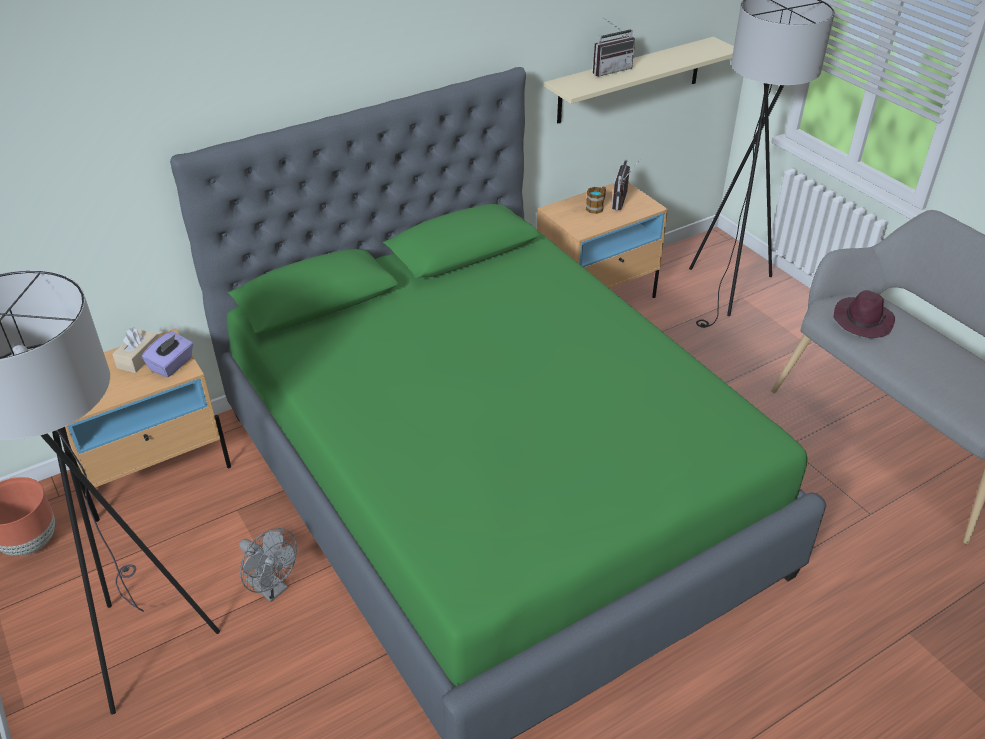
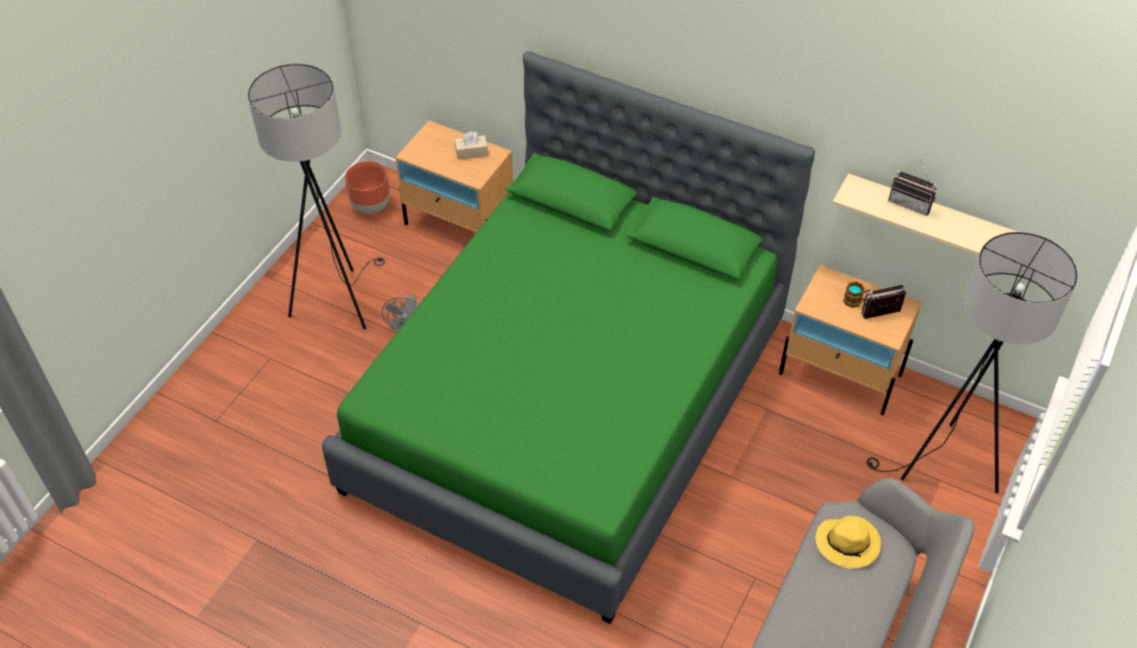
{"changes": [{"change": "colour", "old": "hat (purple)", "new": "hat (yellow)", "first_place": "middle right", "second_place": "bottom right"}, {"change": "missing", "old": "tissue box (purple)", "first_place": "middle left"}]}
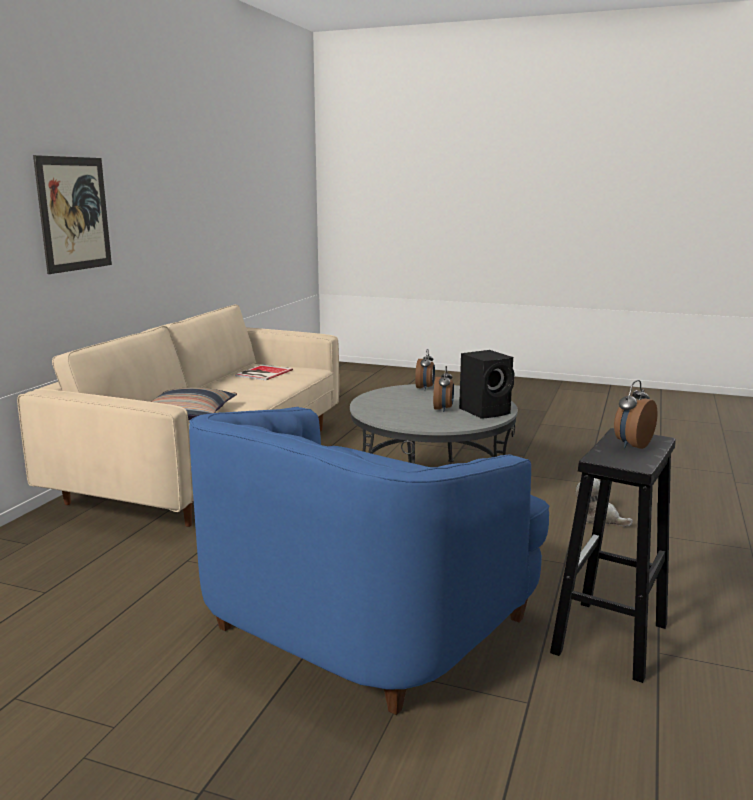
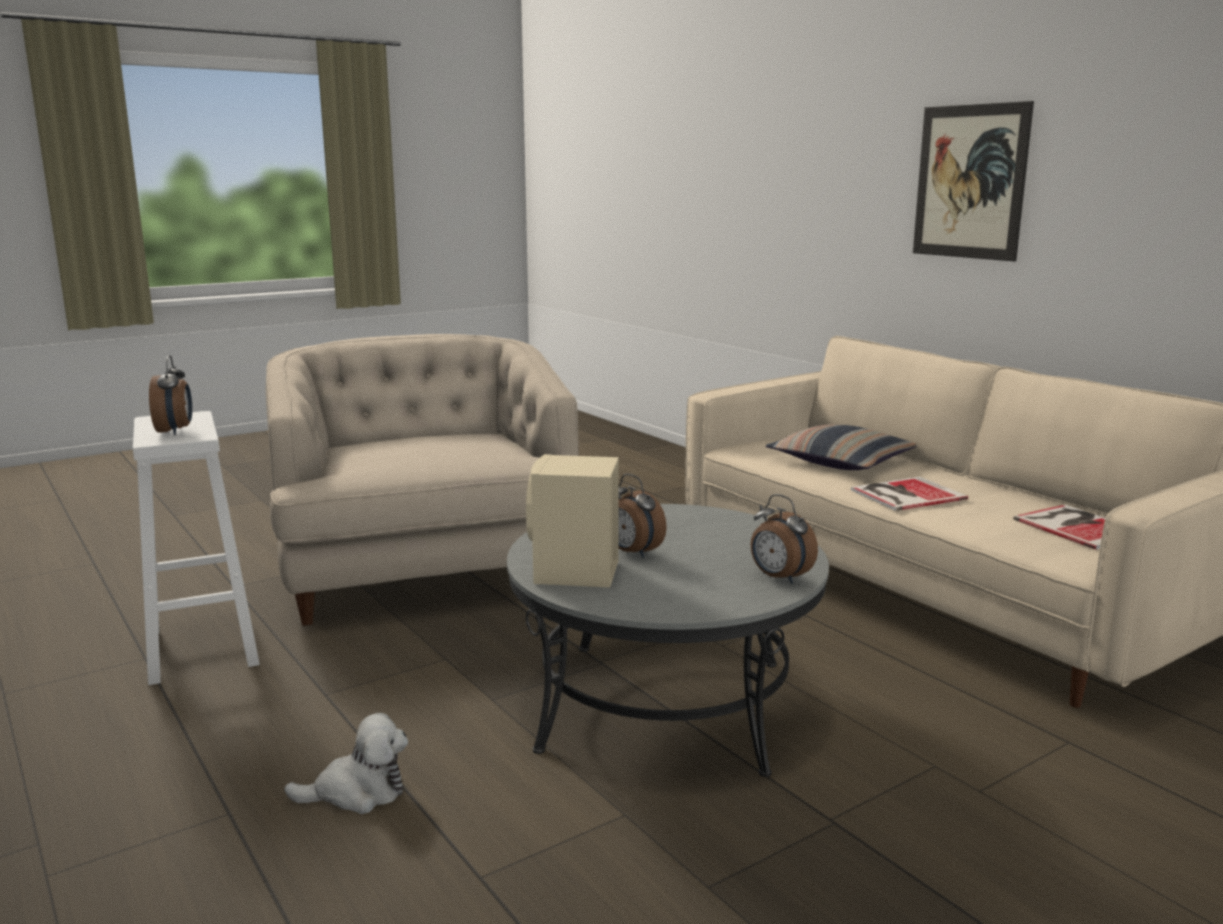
{"changes": [{"change": "colour", "old": "speaker (black)", "new": "speaker (beige)", "first_place": "centre", "second_place": "centre"}, {"change": "colour", "old": "armchair (blue)", "new": "armchair (beige)", "first_place": "bottom centre", "second_place": "centre"}, {"change": "colour", "old": "stool (black)", "new": "stool (white)", "first_place": "bottom right", "second_place": "middle left"}, {"change": "appeared", "new": "book (no. 1 from left)", "second_place": "middle right"}]}
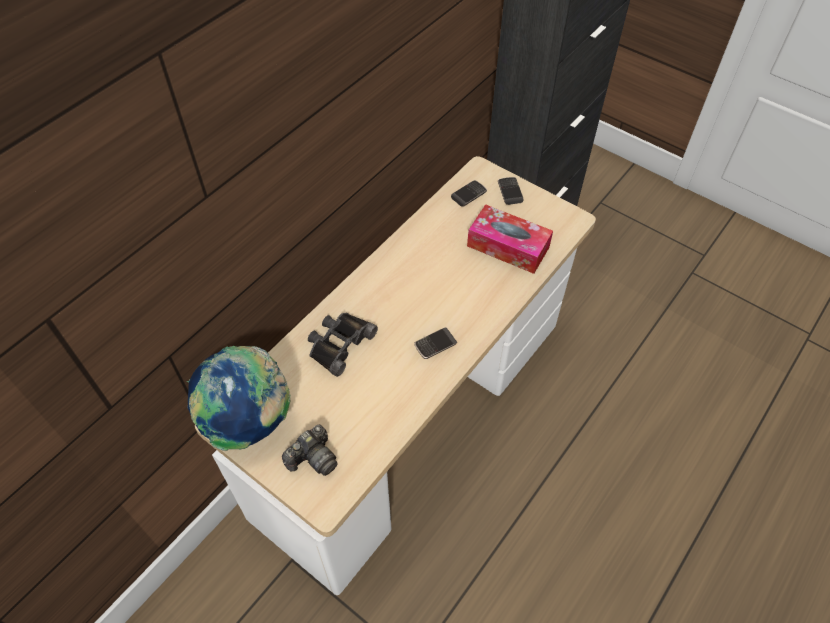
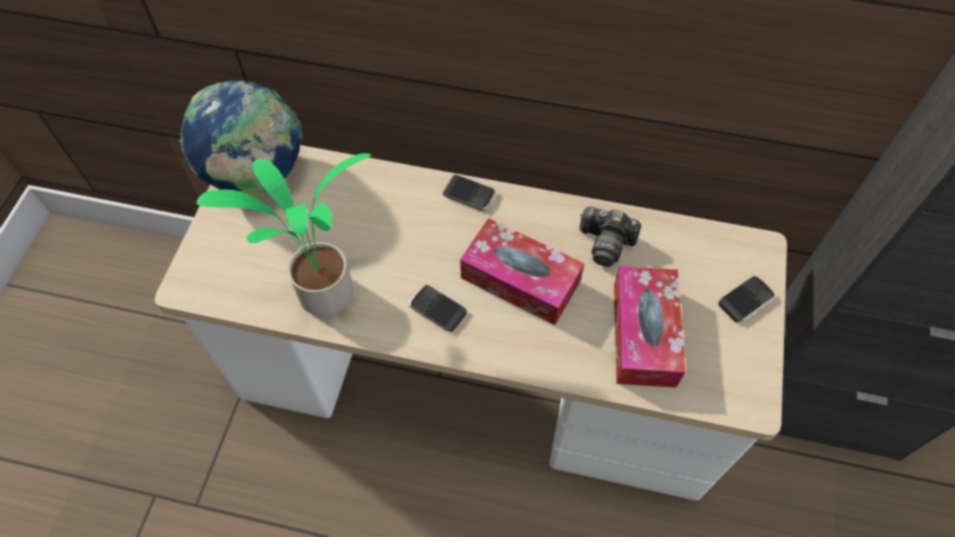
{"changes": [{"change": "relocated", "old": "phone (no. 2 from left)", "first_place": "top centre", "second_place": "centre"}, {"change": "missing", "old": "binoculars (black)", "first_place": "centre"}, {"change": "relocated", "old": "photo camera", "first_place": "bottom centre", "second_place": "centre"}, {"change": "appeared", "new": "potted plant", "second_place": "middle left"}, {"change": "appeared", "new": "tissue box (no. 1 from left)", "second_place": "centre"}]}
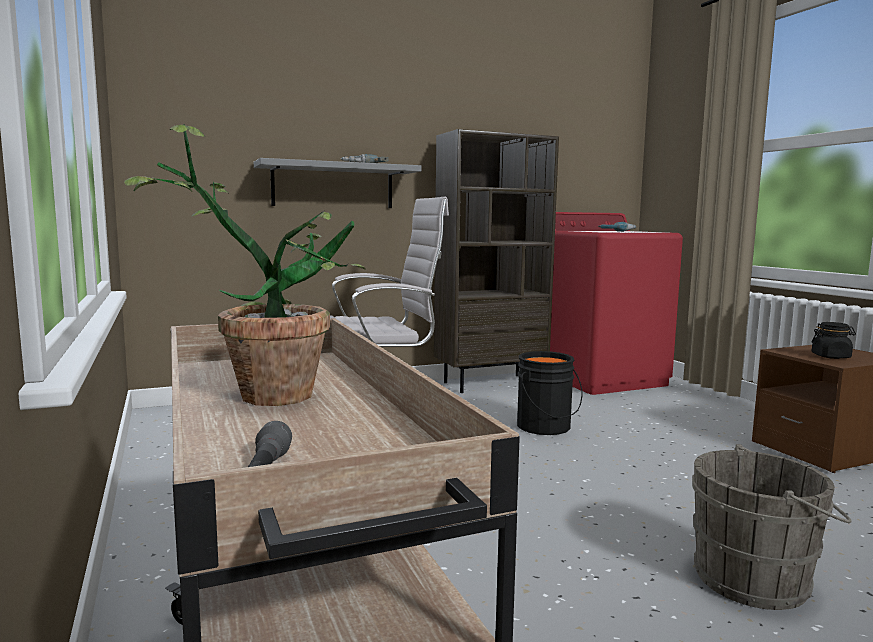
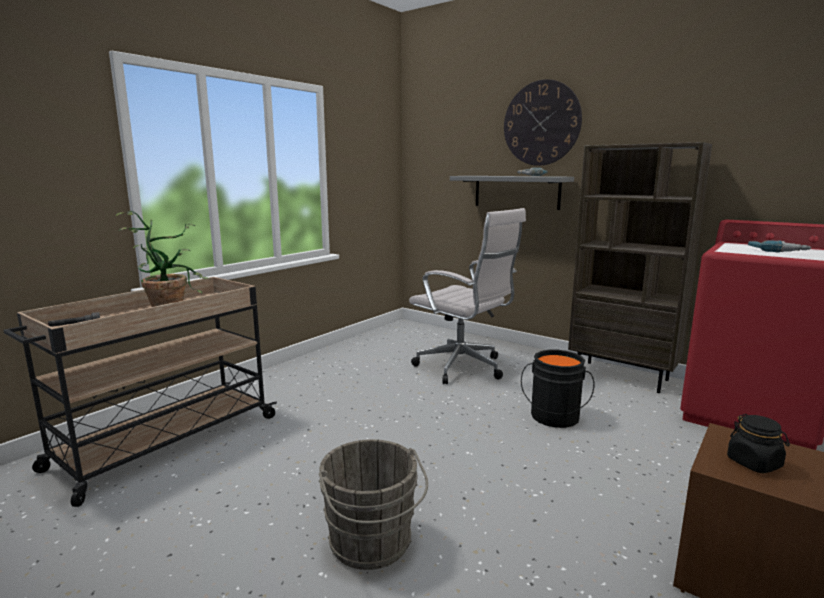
{"changes": [{"change": "appeared", "new": "wall clock", "second_place": "top centre"}]}
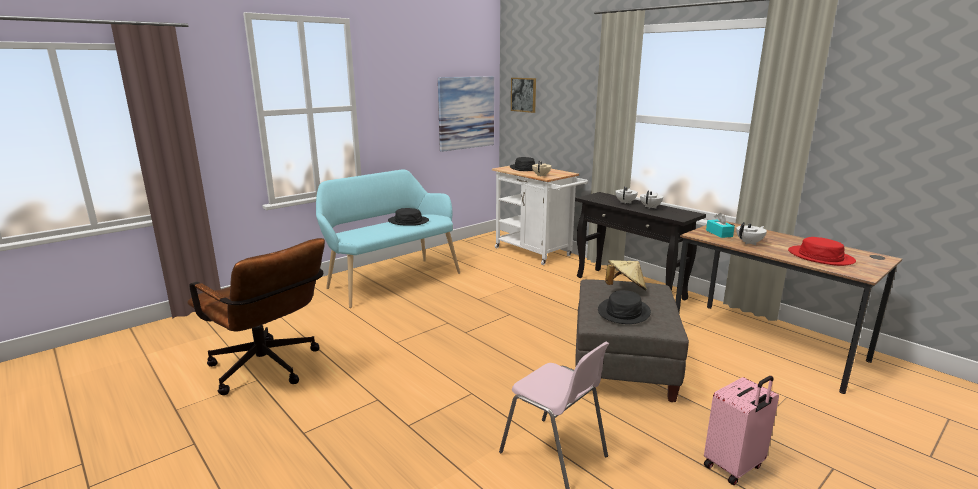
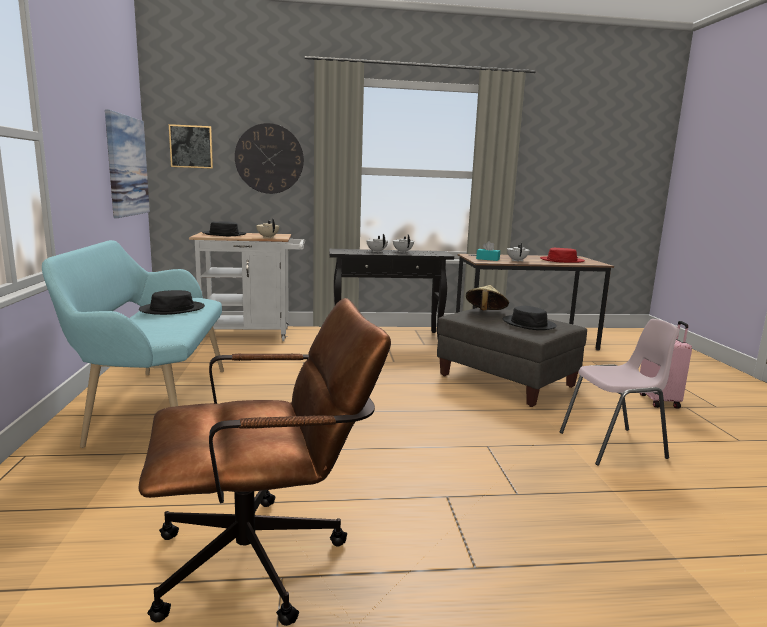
{"changes": [{"change": "appeared", "new": "wall clock", "second_place": "top centre"}]}
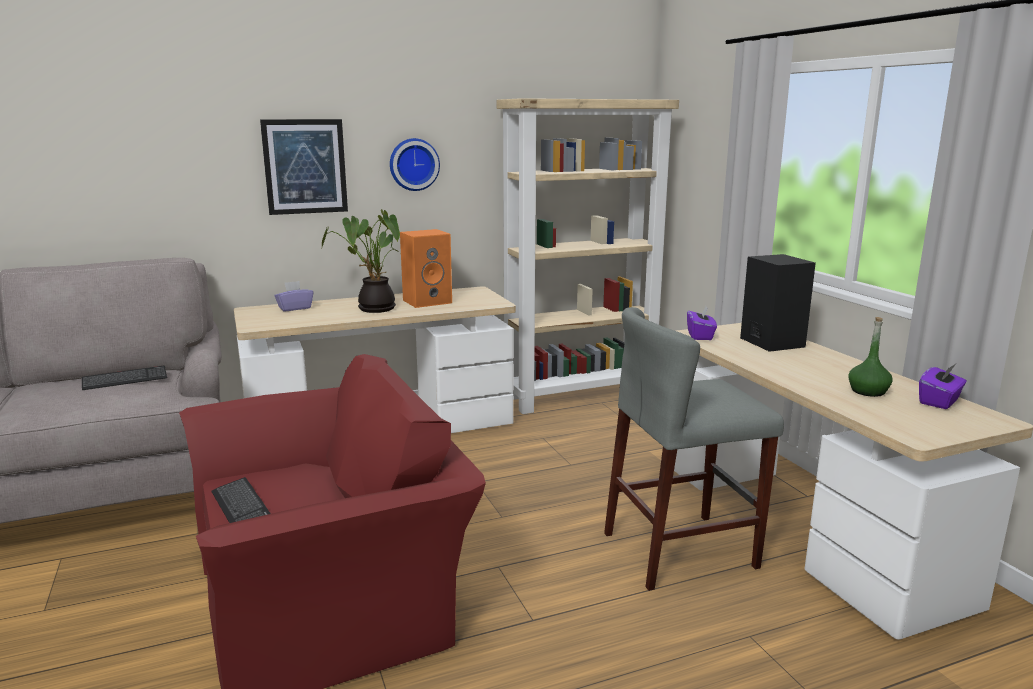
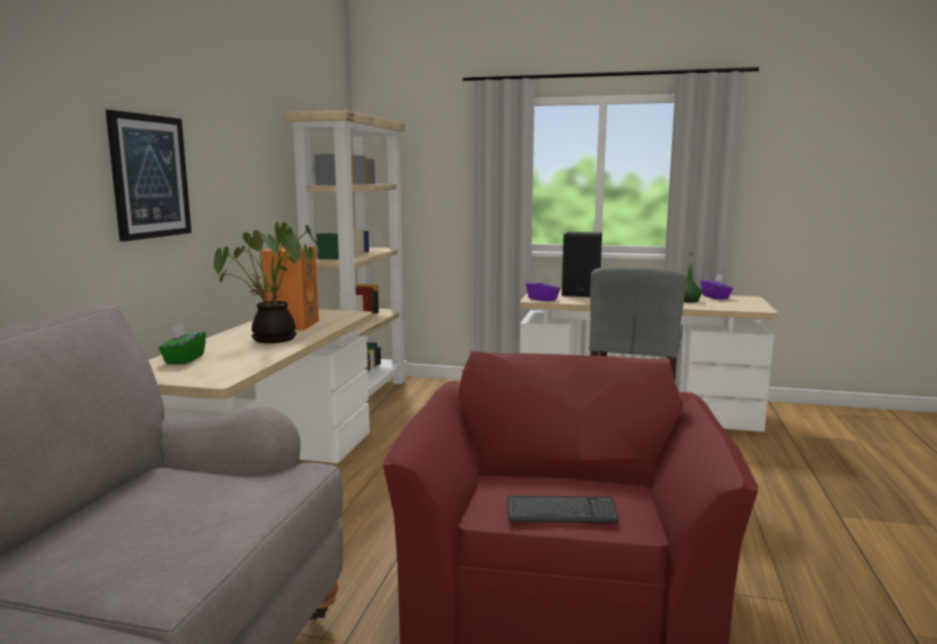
{"changes": [{"change": "missing", "old": "wall clock", "first_place": "top centre"}, {"change": "colour", "old": "tissue box (purple) (no. 1 from left)", "new": "tissue box (green)", "first_place": "middle left", "second_place": "middle left"}, {"change": "missing", "old": "keyboard (no. 1 from left)", "first_place": "middle left"}]}
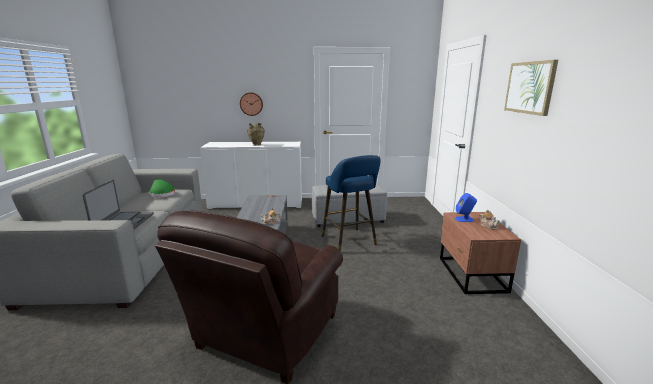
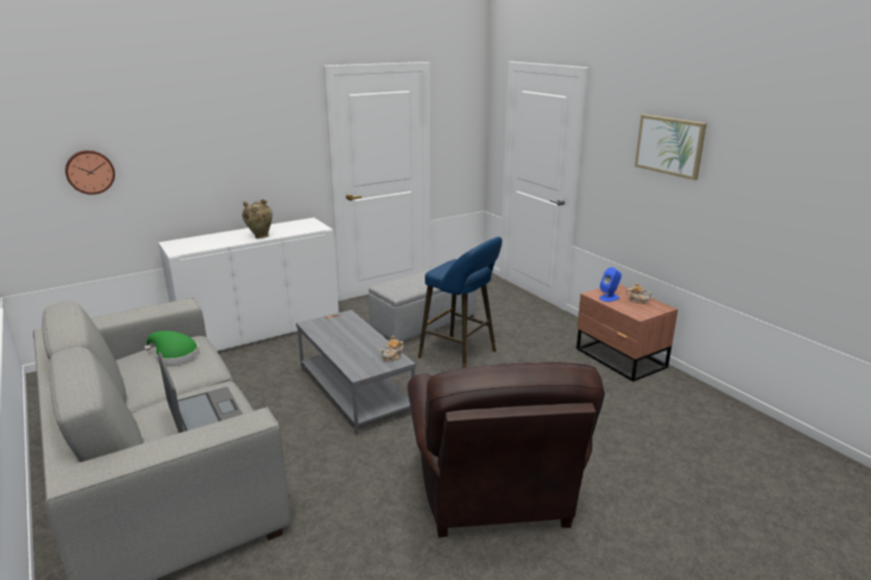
{"changes": [{"change": "relocated", "old": "wall clock", "first_place": "top centre", "second_place": "top left"}]}
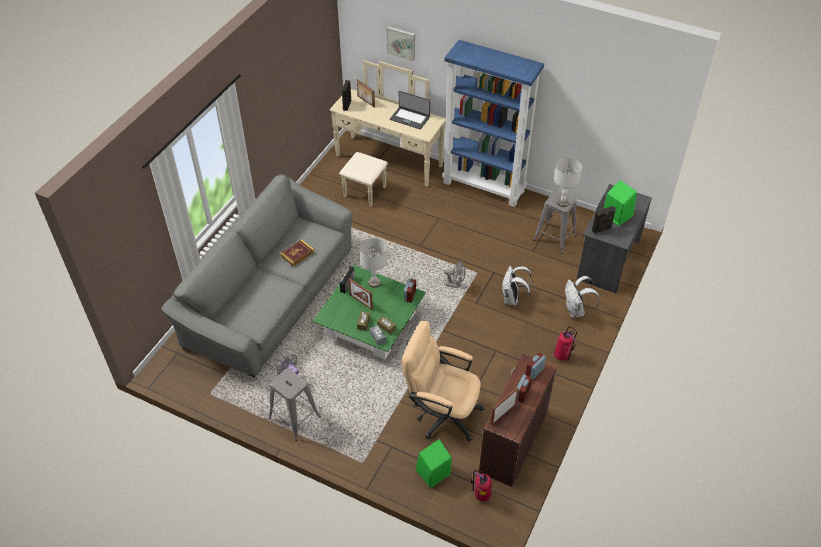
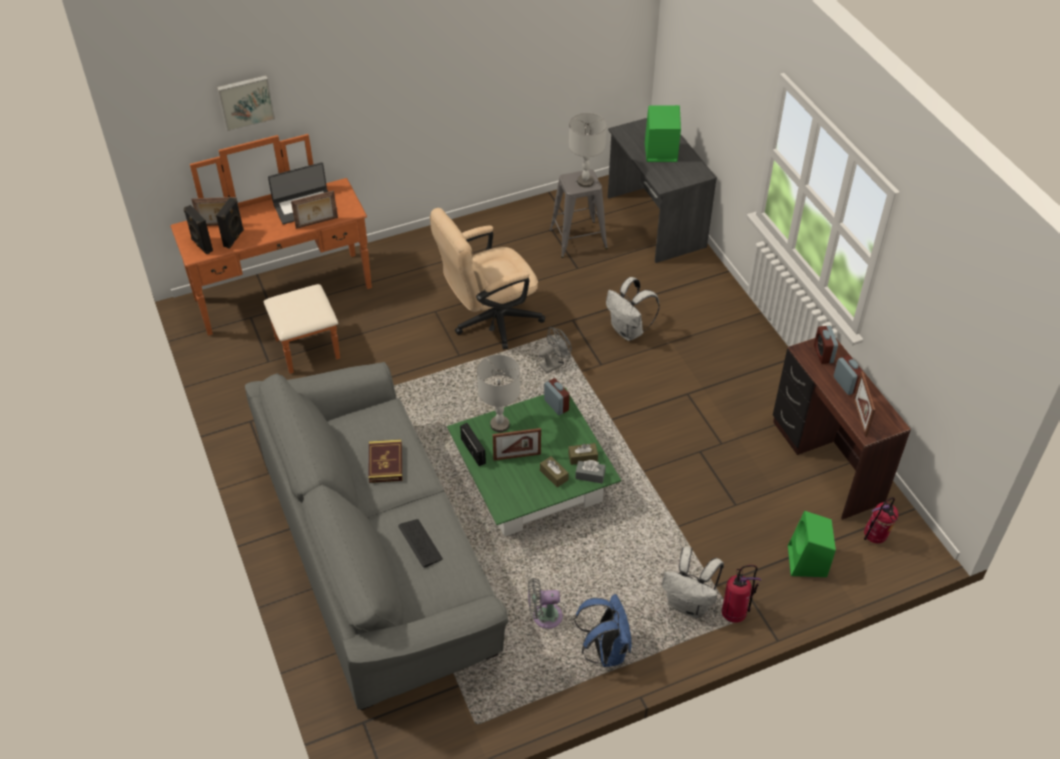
{"changes": [{"change": "missing", "old": "bookcase (blue)", "first_place": "top centre"}, {"change": "colour", "old": "dresser (beige)", "new": "dresser (orange)", "first_place": "top centre", "second_place": "middle left"}, {"change": "relocated", "old": "speaker (black) (no. 2 from left)", "first_place": "middle right", "second_place": "top left"}, {"change": "relocated", "old": "backpack (white) (no. 2 from left)", "first_place": "middle right", "second_place": "bottom centre"}, {"change": "relocated", "old": "office chair (beige)", "first_place": "bottom centre", "second_place": "centre"}, {"change": "relocated", "old": "fire extinguisher (no. 2 from left in the first image)", "new": "fire extinguisher (no. 1 from left)", "first_place": "middle right", "second_place": "bottom right"}, {"change": "exchanged", "old": "stool (grey) (no. 1 from left)", "new": "backpack (blue)", "first_place": "bottom centre", "second_place": "bottom centre"}, {"change": "appeared", "new": "picture frame (no. 2 from left)", "second_place": "top left"}, {"change": "appeared", "new": "keyboard", "second_place": "bottom centre"}]}
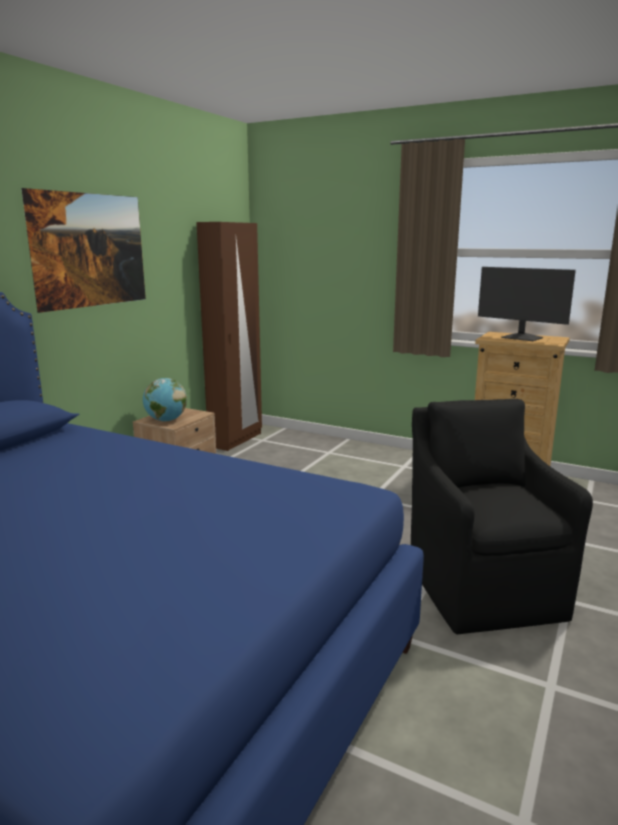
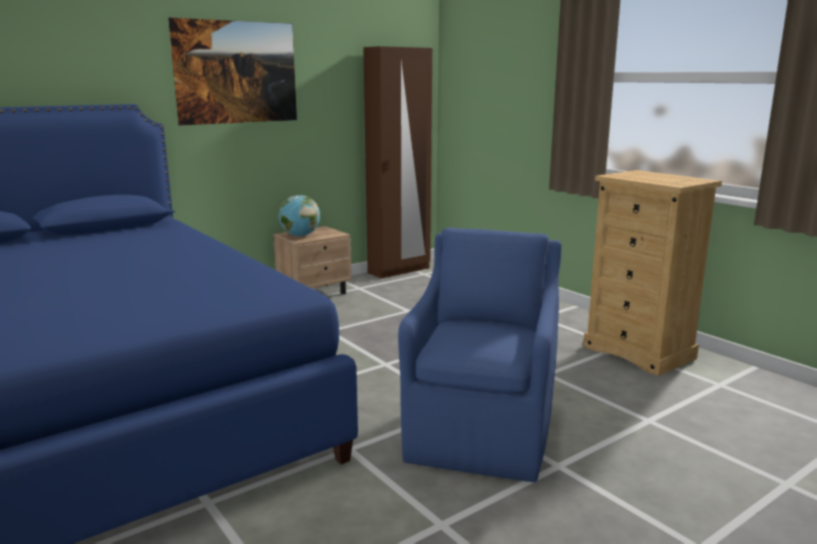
{"changes": [{"change": "missing", "old": "monitor", "first_place": "middle right"}, {"change": "colour", "old": "armchair (black)", "new": "armchair (blue)", "first_place": "middle right", "second_place": "centre"}]}
